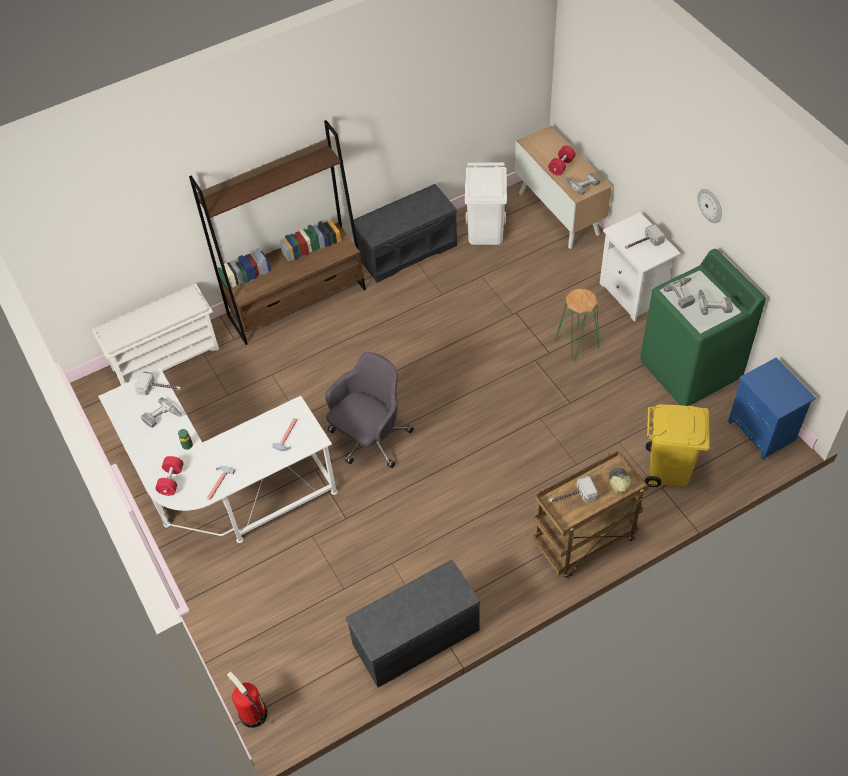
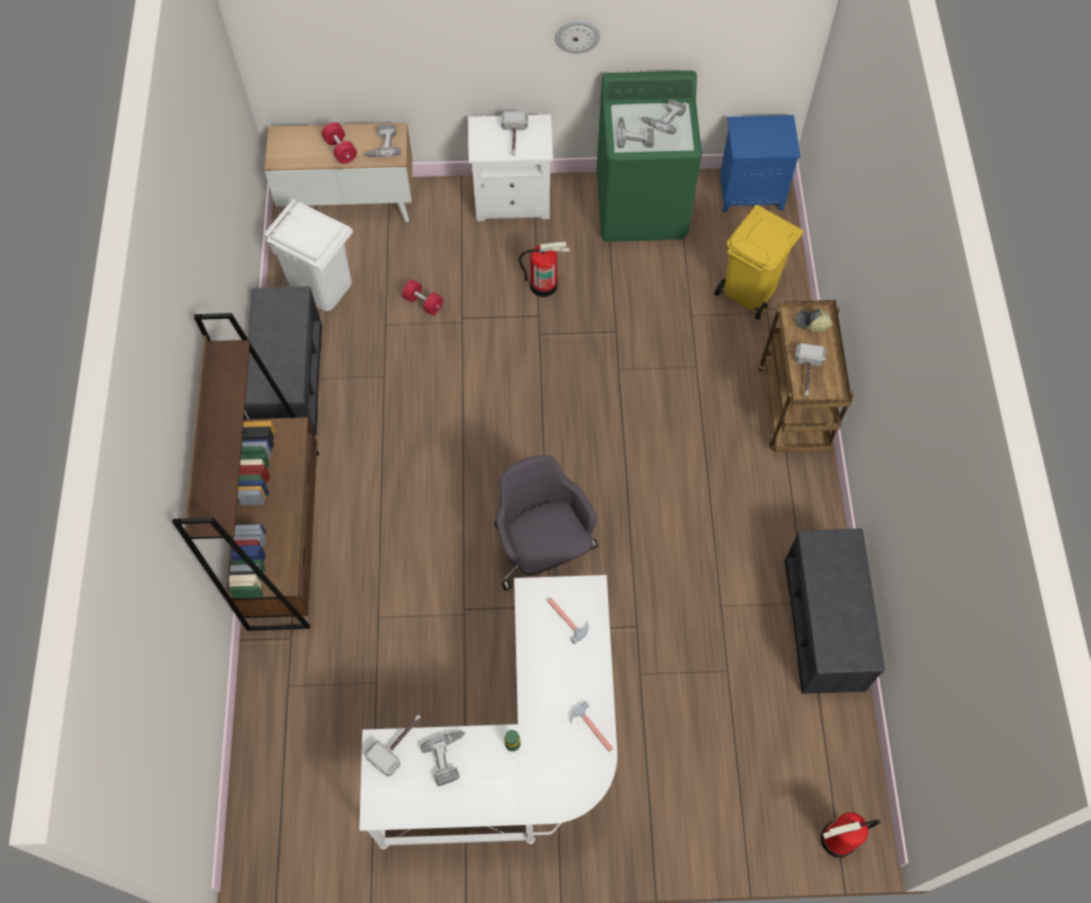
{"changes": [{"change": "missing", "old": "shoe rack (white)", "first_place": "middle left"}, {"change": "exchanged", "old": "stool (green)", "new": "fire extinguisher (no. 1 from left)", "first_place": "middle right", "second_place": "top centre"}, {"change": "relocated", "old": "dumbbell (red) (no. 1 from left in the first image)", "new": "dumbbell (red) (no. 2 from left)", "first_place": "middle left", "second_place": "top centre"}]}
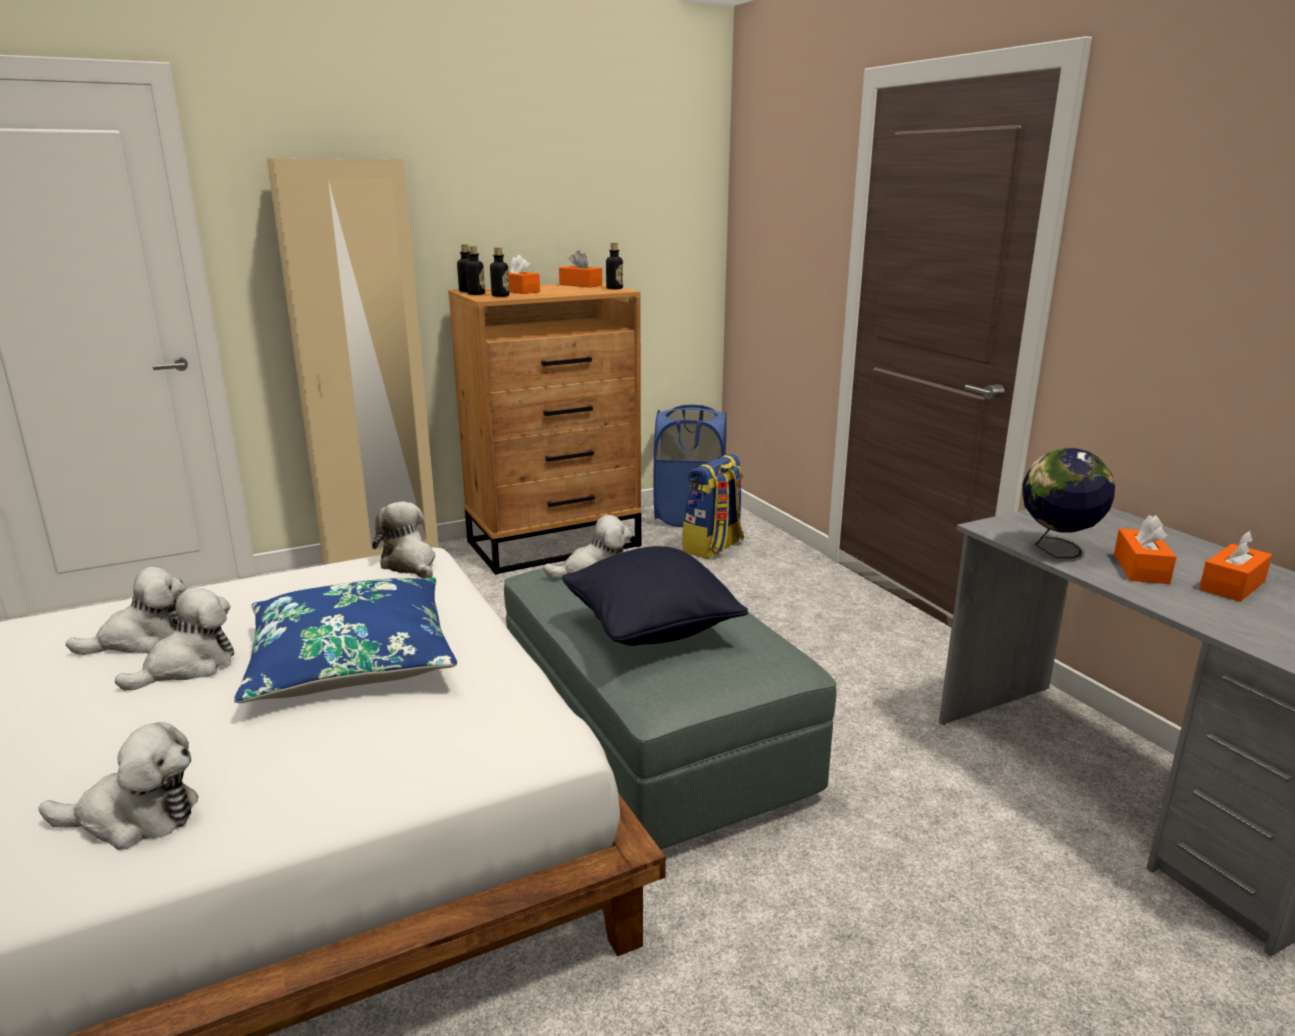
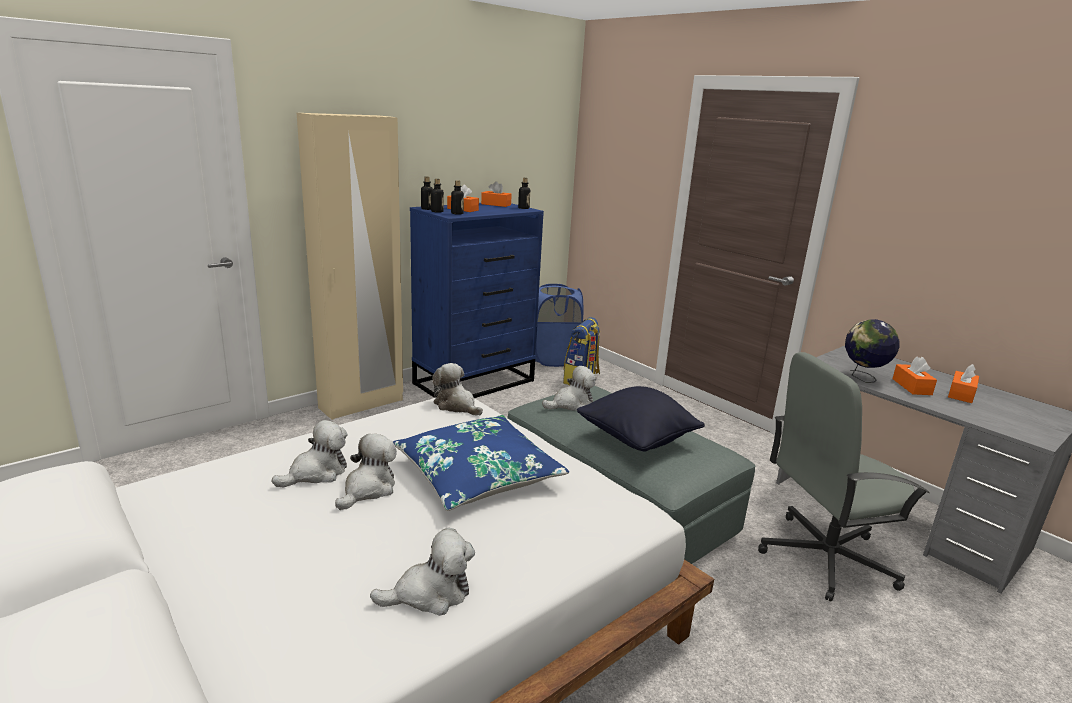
{"changes": [{"change": "colour", "old": "dresser (brown)", "new": "dresser (blue)", "first_place": "centre", "second_place": "centre"}, {"change": "appeared", "new": "office chair (grey)", "second_place": "bottom right"}]}
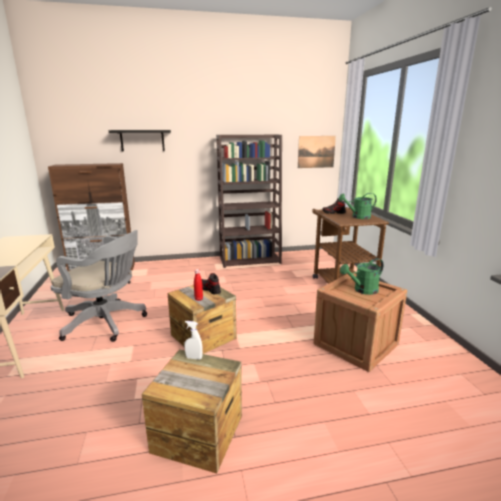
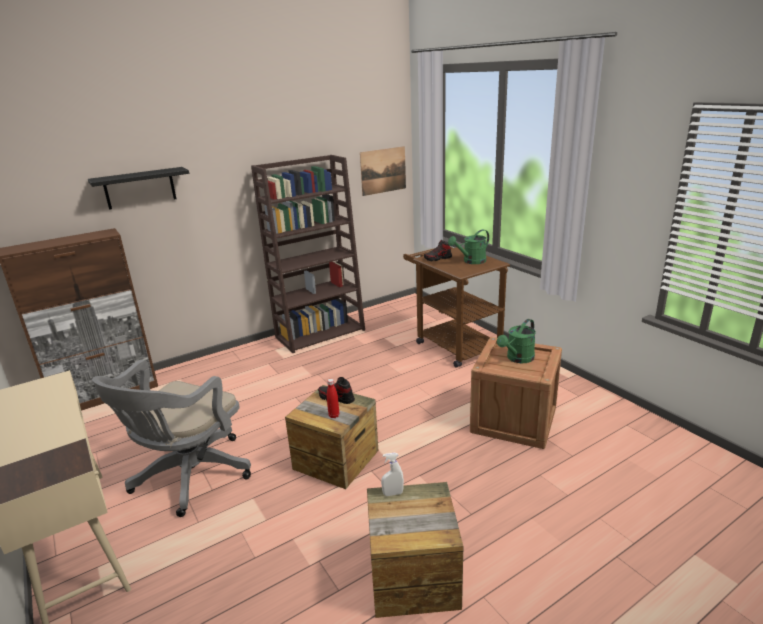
{"changes": [{"change": "spun", "old": "office chair (grey)", "first_place": "middle left", "second_place": "bottom left", "degrees": 120}]}
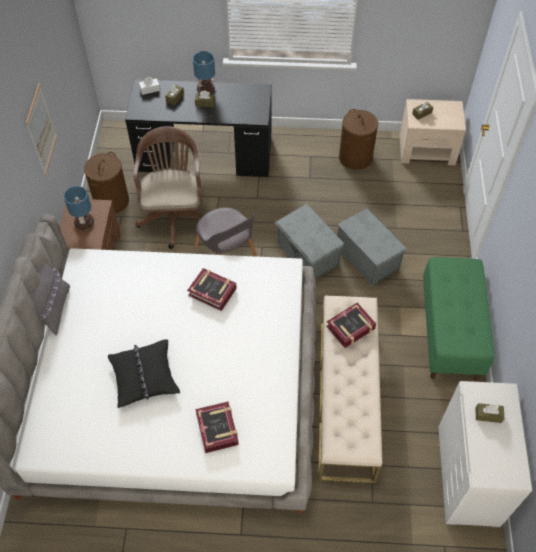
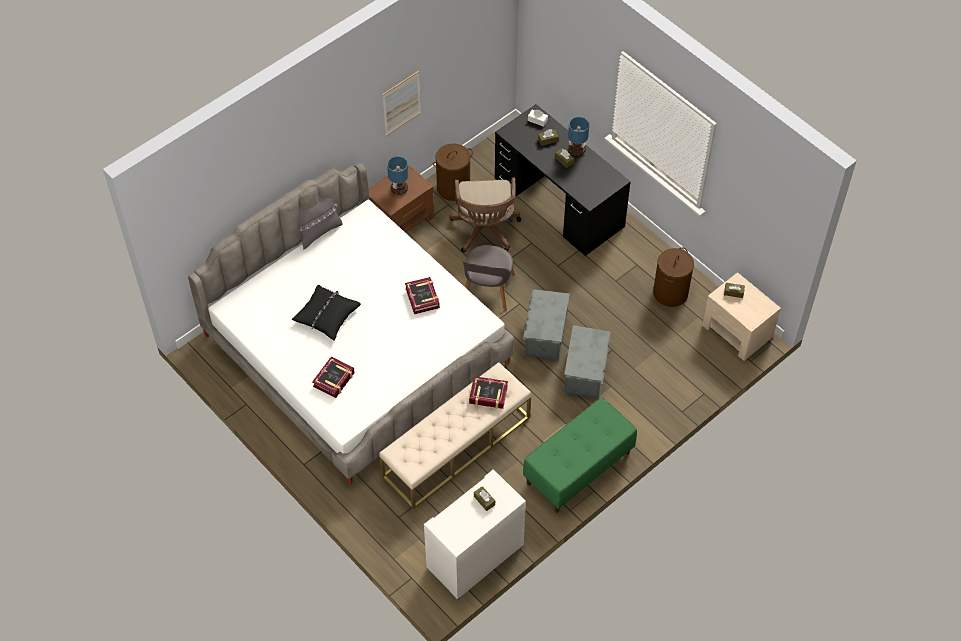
{"changes": [{"change": "spun", "old": "office chair (brown)", "first_place": "middle left", "second_place": "centre", "degrees": 135}]}
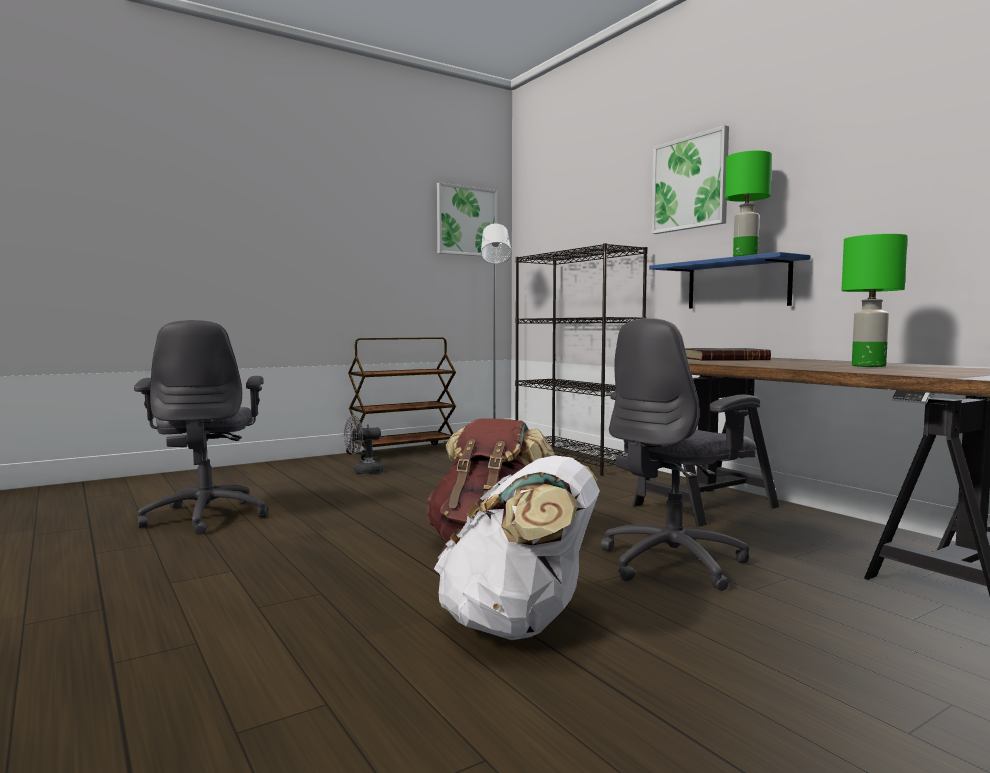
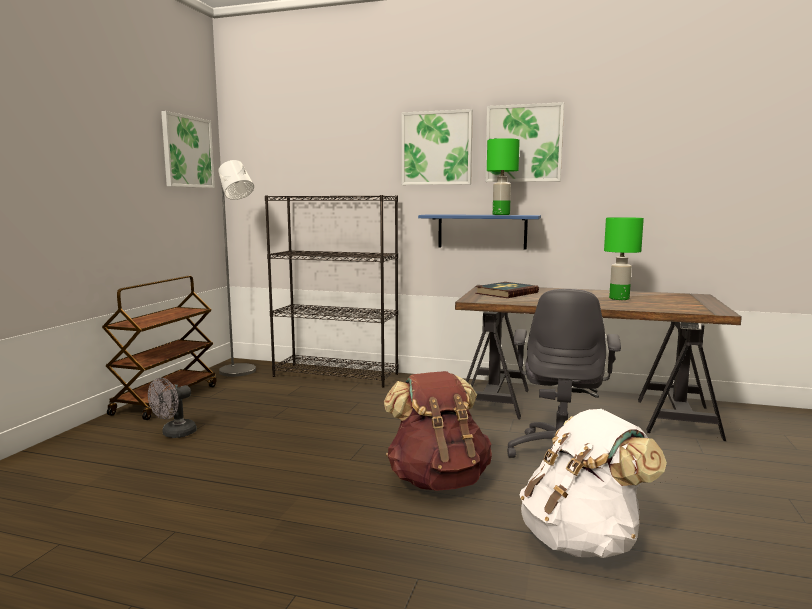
{"changes": [{"change": "missing", "old": "office chair (grey) (no. 1 from left)", "first_place": "middle left"}, {"change": "appeared", "new": "picture (no. 3 from left)", "second_place": "top centre"}]}
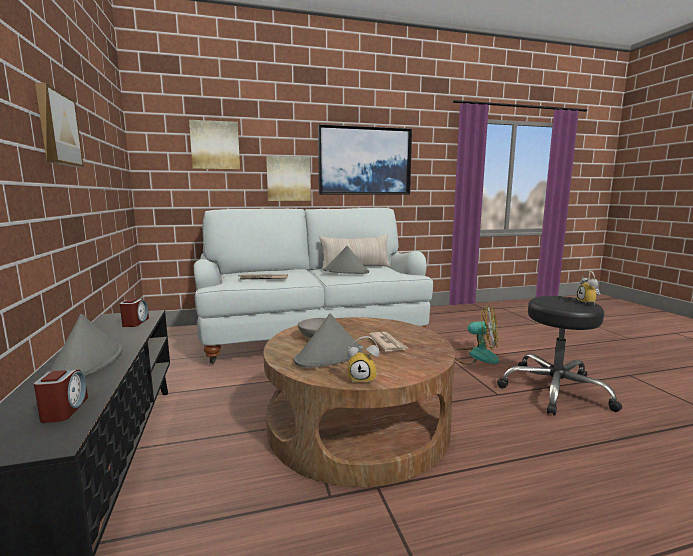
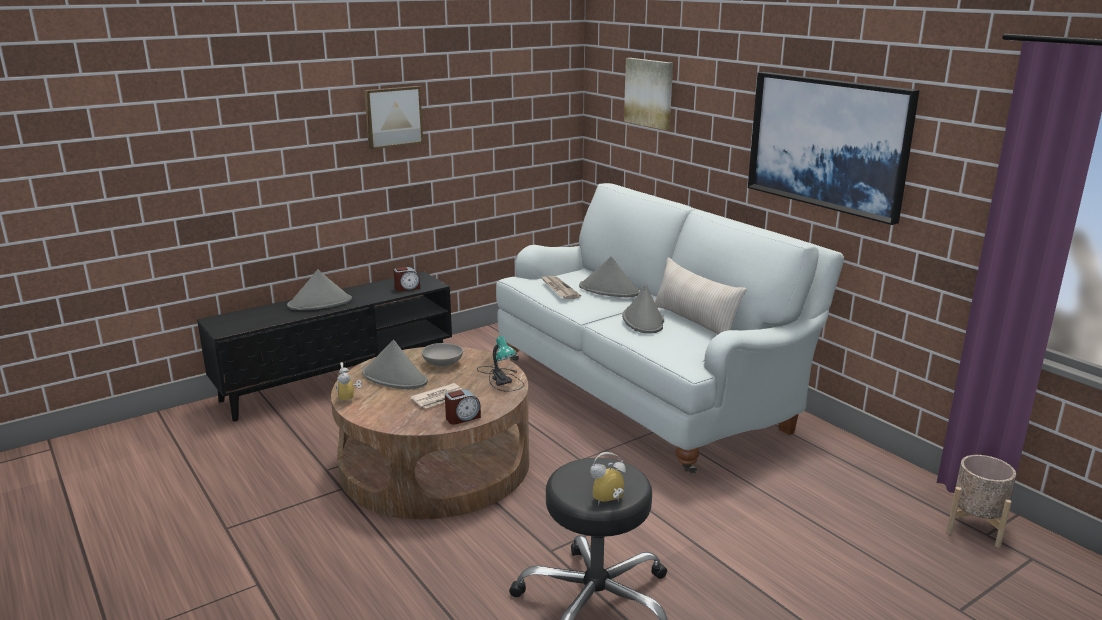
{"changes": [{"change": "missing", "old": "picture (no. 3 from left)", "first_place": "top centre"}, {"change": "missing", "old": "fan", "first_place": "middle right"}, {"change": "relocated", "old": "alarm clock (no. 1 from left in the first image)", "new": "alarm clock (no. 3 from left)", "first_place": "bottom left", "second_place": "centre"}, {"change": "appeared", "new": "hat (grey) (no. 3 from left)", "second_place": "centre"}, {"change": "appeared", "new": "table lamp", "second_place": "centre"}, {"change": "appeared", "new": "planter (beige)", "second_place": "bottom right"}]}
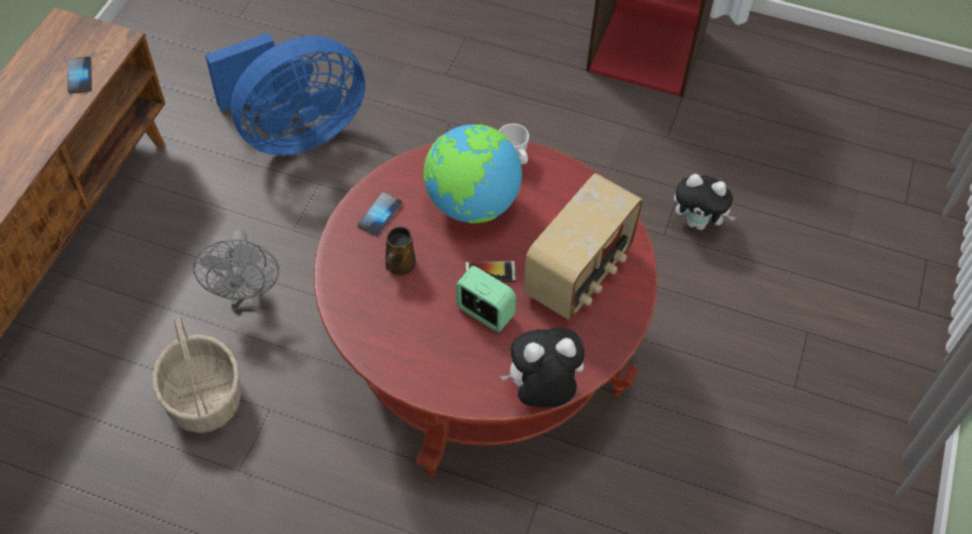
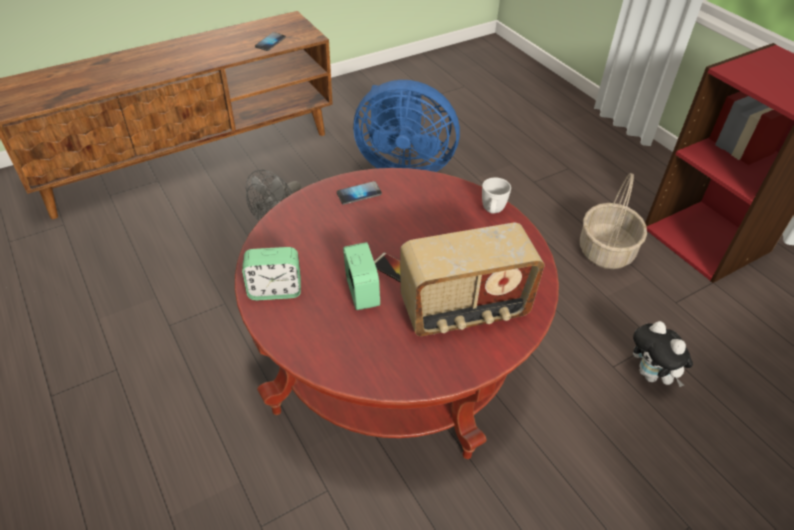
{"changes": [{"change": "missing", "old": "globe", "first_place": "top centre"}, {"change": "missing", "old": "mug (brown)", "first_place": "centre"}, {"change": "relocated", "old": "basket", "first_place": "bottom left", "second_place": "middle right"}, {"change": "missing", "old": "plush toy (no. 1 from left)", "first_place": "bottom centre"}, {"change": "appeared", "new": "alarm clock (no. 1 from left)", "second_place": "centre"}]}
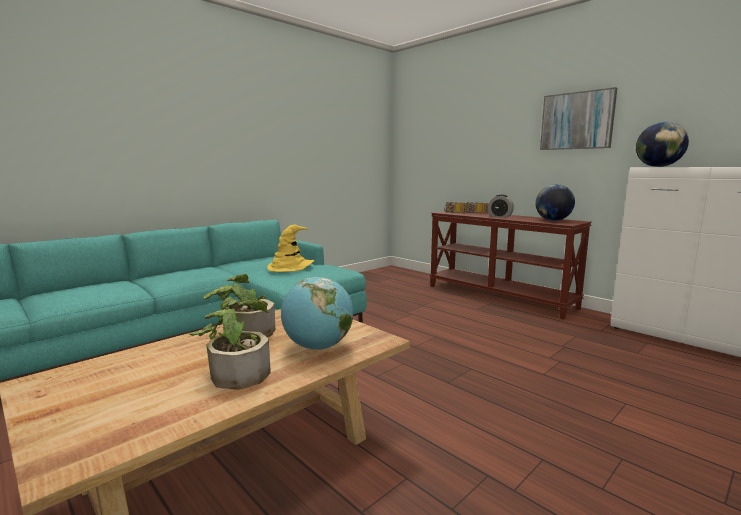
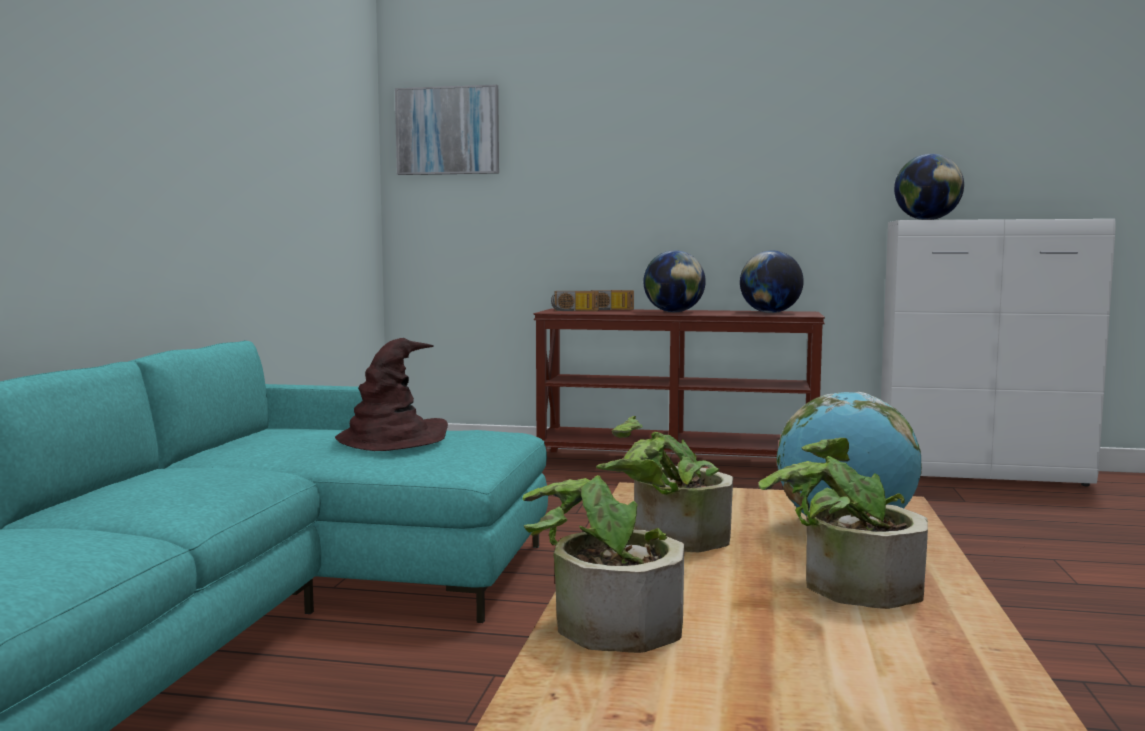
{"changes": [{"change": "relocated", "old": "picture", "first_place": "top right", "second_place": "top centre"}, {"change": "exchanged", "old": "alarm clock", "new": "globe (no. 1 from left)", "first_place": "middle right", "second_place": "centre"}, {"change": "colour", "old": "hat (yellow)", "new": "hat (brown)", "first_place": "centre", "second_place": "centre"}, {"change": "appeared", "new": "potted plant (no. 1 from left)", "second_place": "bottom centre"}]}
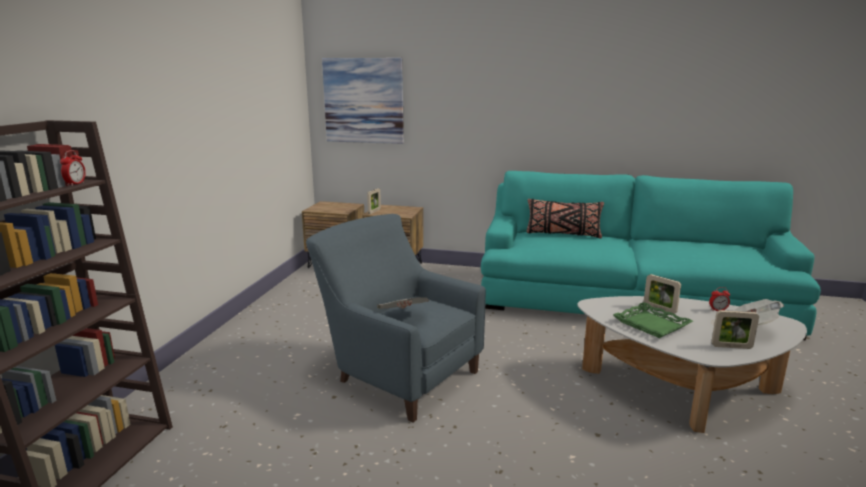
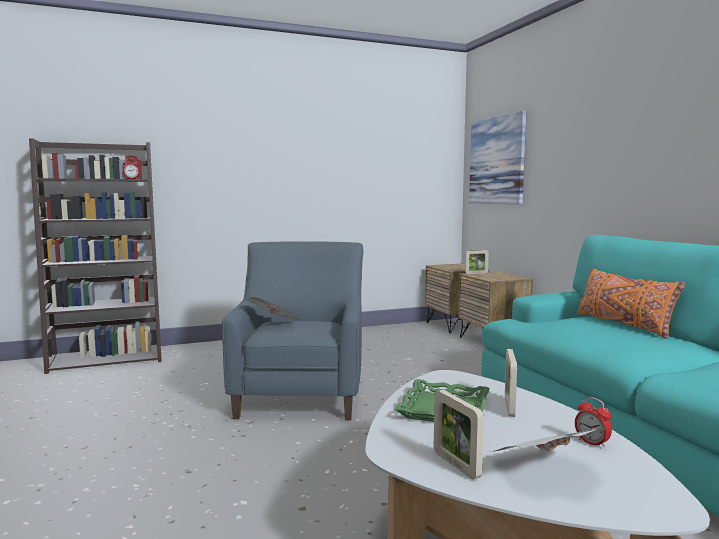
{"changes": [{"change": "colour", "old": "pillow (black)", "new": "pillow (orange)", "first_place": "centre", "second_place": "middle right"}]}
